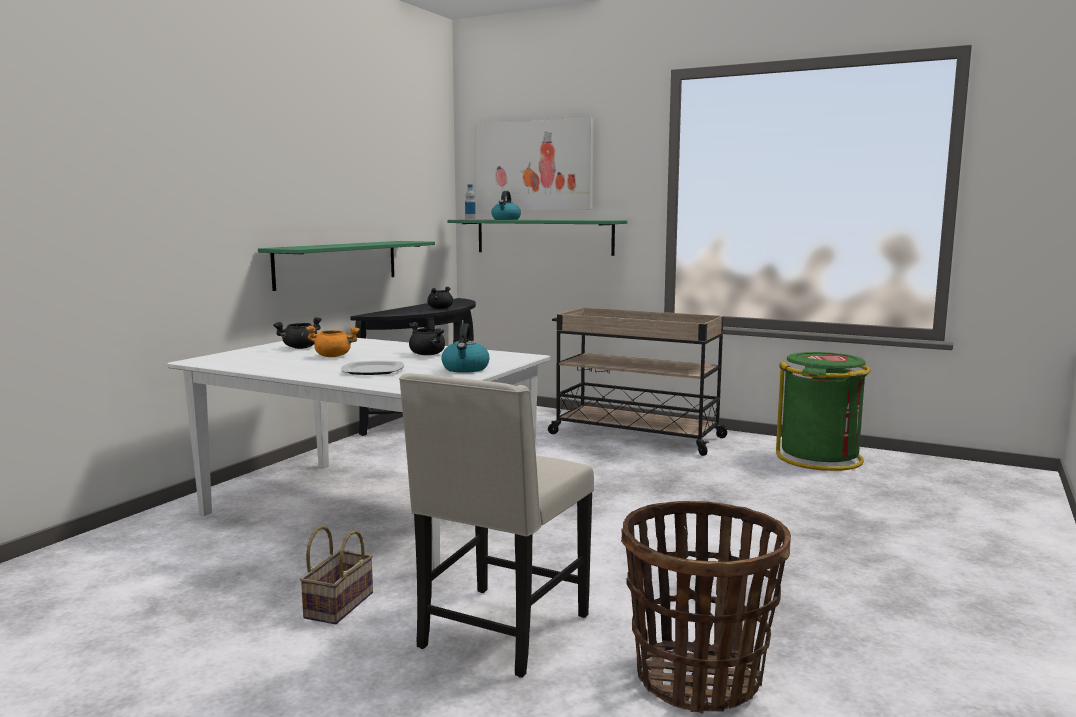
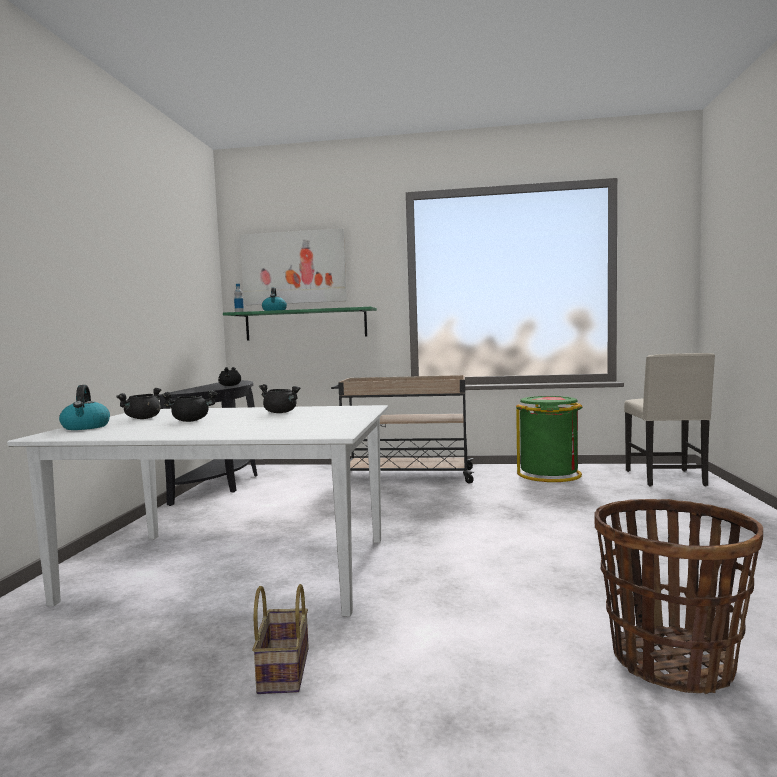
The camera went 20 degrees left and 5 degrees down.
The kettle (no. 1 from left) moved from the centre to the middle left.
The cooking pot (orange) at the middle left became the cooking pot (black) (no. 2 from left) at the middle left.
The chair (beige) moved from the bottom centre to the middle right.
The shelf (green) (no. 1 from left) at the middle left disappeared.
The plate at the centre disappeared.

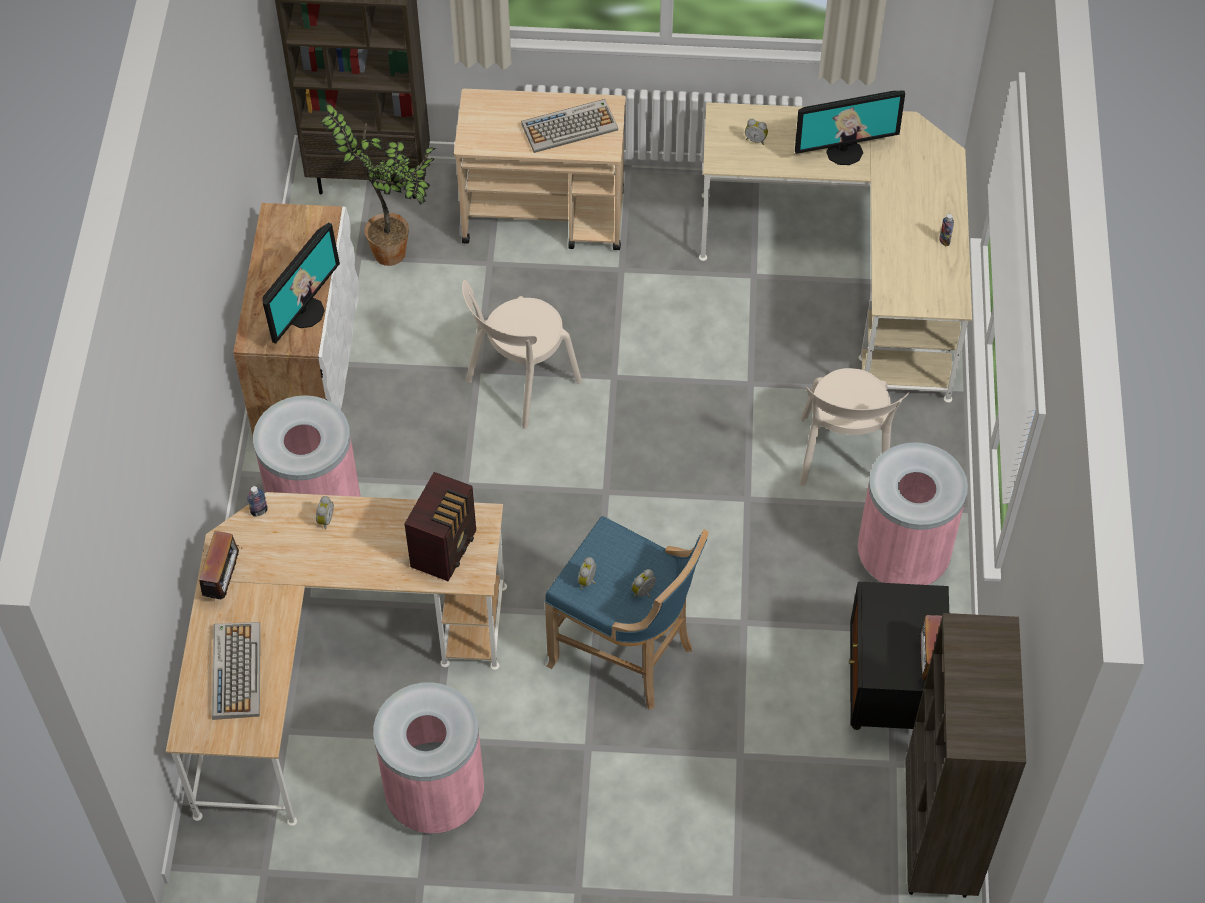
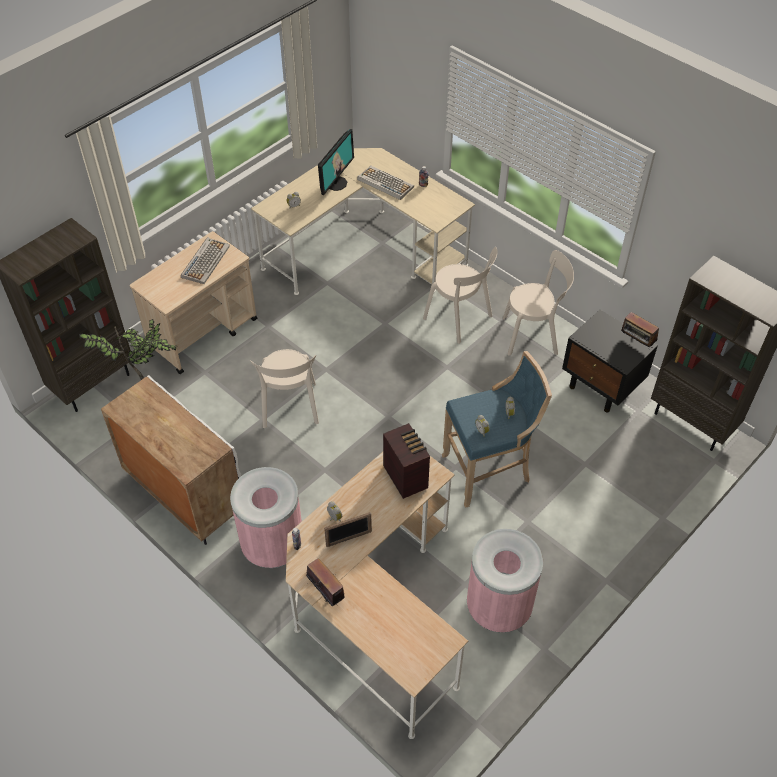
The camera went 50 degrees left and 5 degrees down.
The picture frame at the bottom centre appeared.
The keyboard (no. 1 from left in the first image) moved from the bottom left to the top centre.
The trash can (pink) (no. 3 from left) at the middle right was replaced by the chair (beige) (no. 3 from left) at the middle right.
The monitor (no. 1 from left) at the top left disappeared.

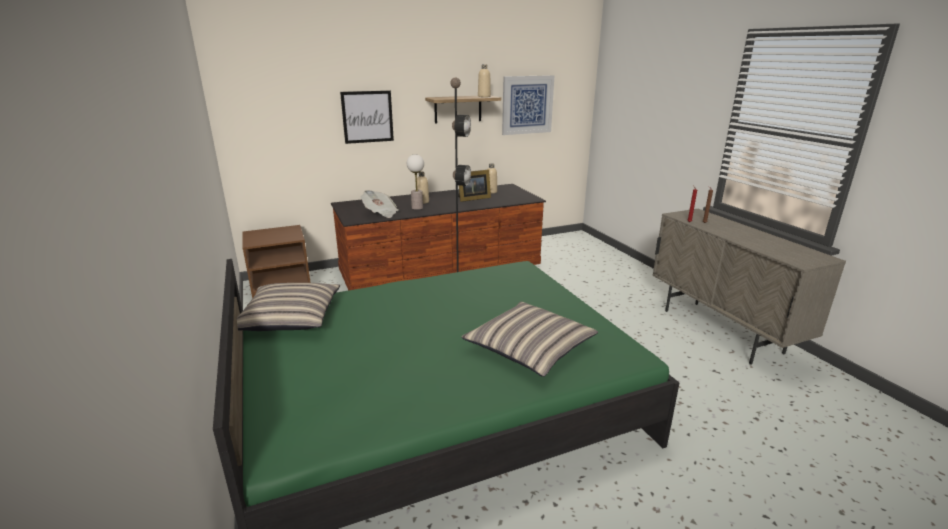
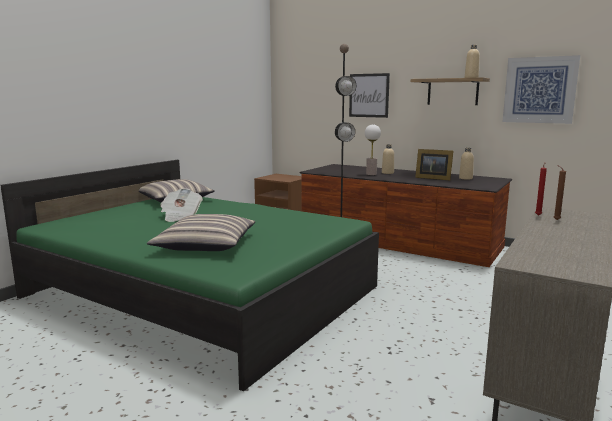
The camera went 55 degrees right and 10 degrees down.
The newspaper moved from the centre to the middle left.

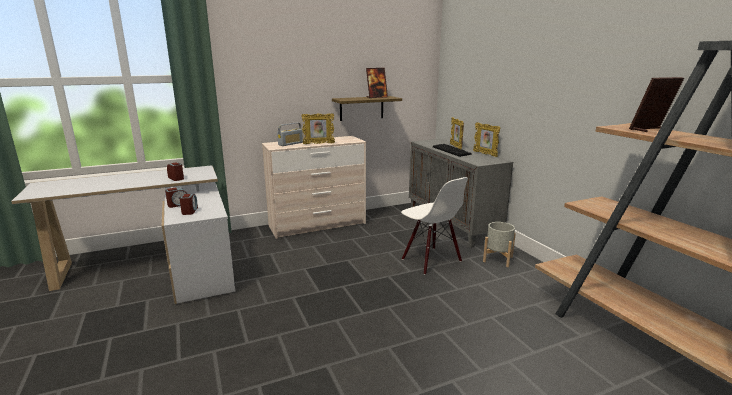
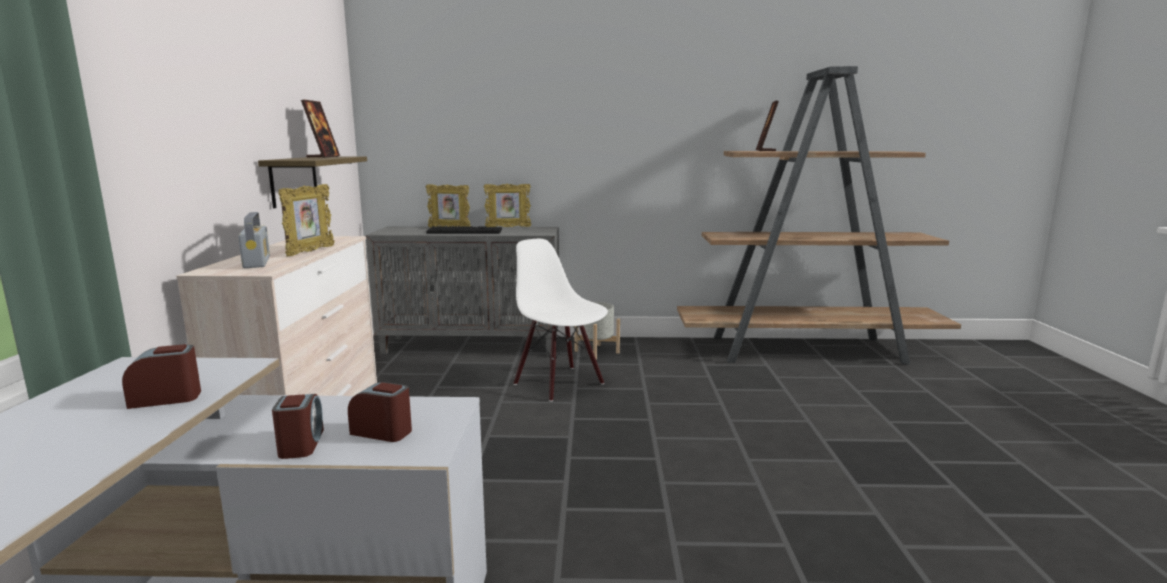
The camera went 65 degrees left and 5 degrees down.
The chair (white) at the centre turned 120 degrees counterclockwise.

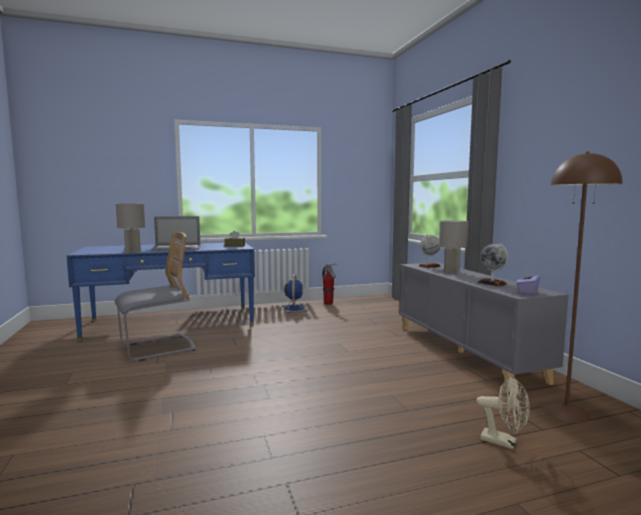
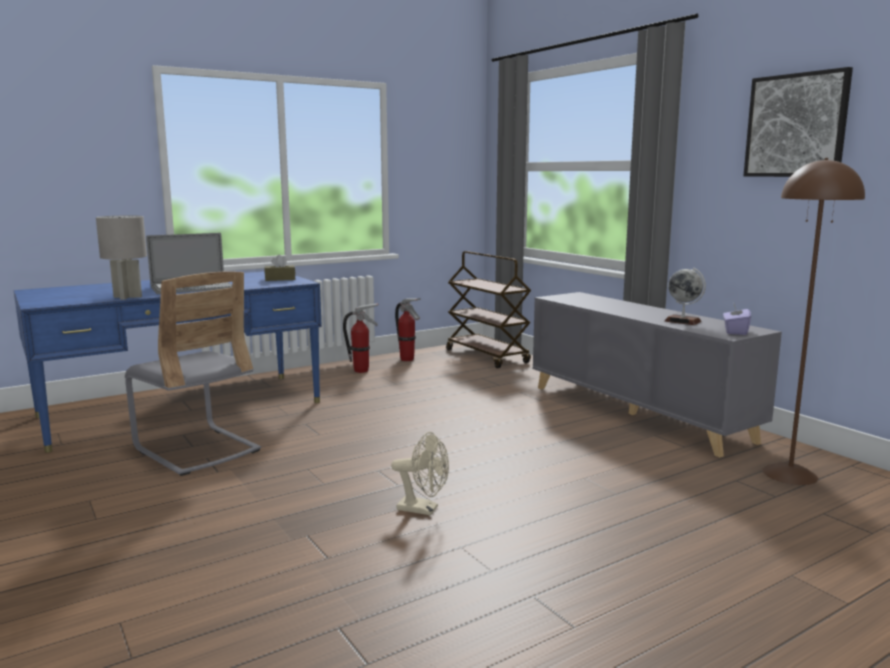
The camera went 15 degrees left and 5 degrees up.
The chair (grey) at the middle left turned 90 degrees clockwise.
The fan (blue) at the centre was replaced by the fire extinguisher (no. 1 from left) at the centre.
The fan (beige) moved from the bottom right to the bottom centre.
The cart (brown) at the centre appeared.
The picture at the top right appeared.
The globe (no. 1 from left) at the middle right disappeared.
The table lamp (grey) (no. 2 from left) at the middle right disappeared.

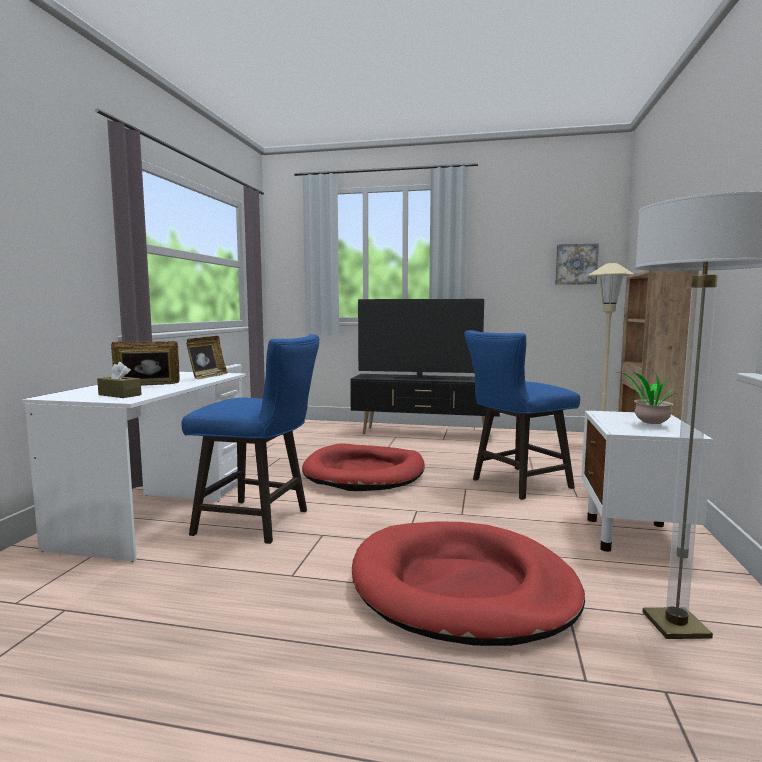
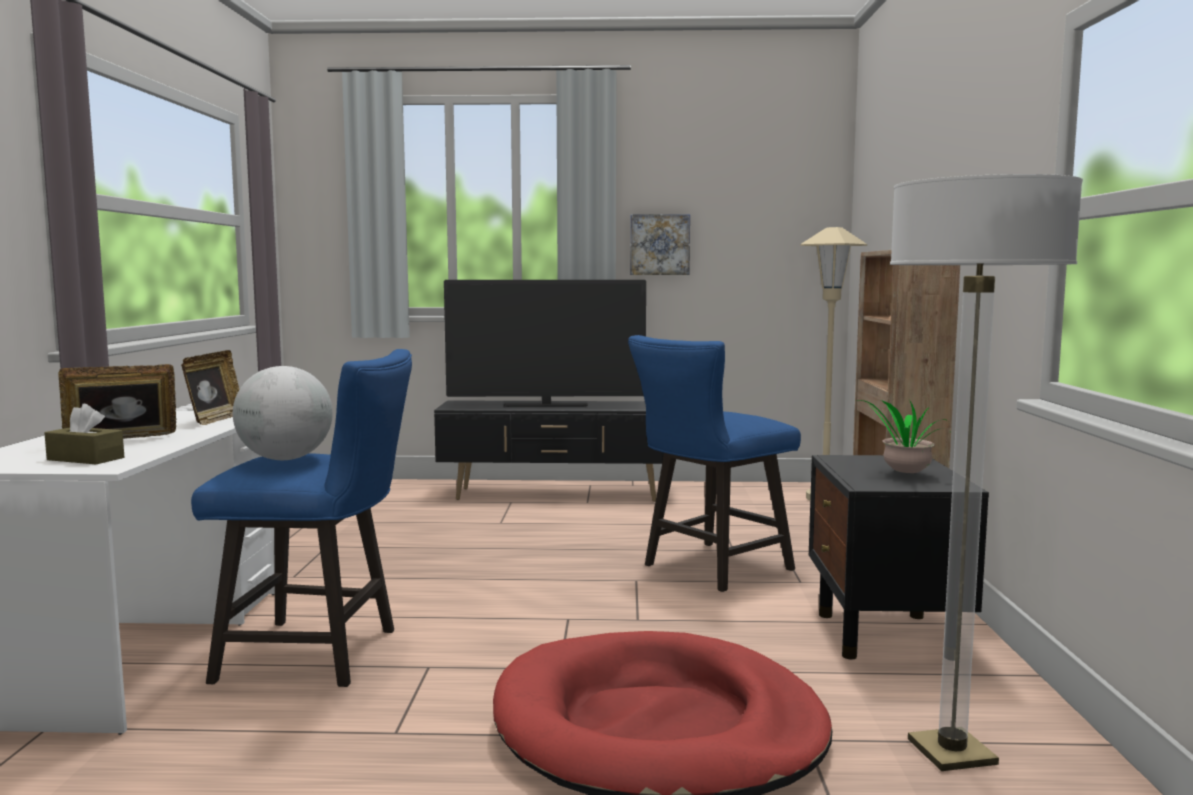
The camera went 10 degrees left and 0 degrees up.
The globe at the middle left appeared.
The picture moved from the middle right to the top centre.
The nightstand (white) at the middle right became the nightstand (black) at the bottom right.
The dog bed (red) (no. 1 from left) at the centre disappeared.

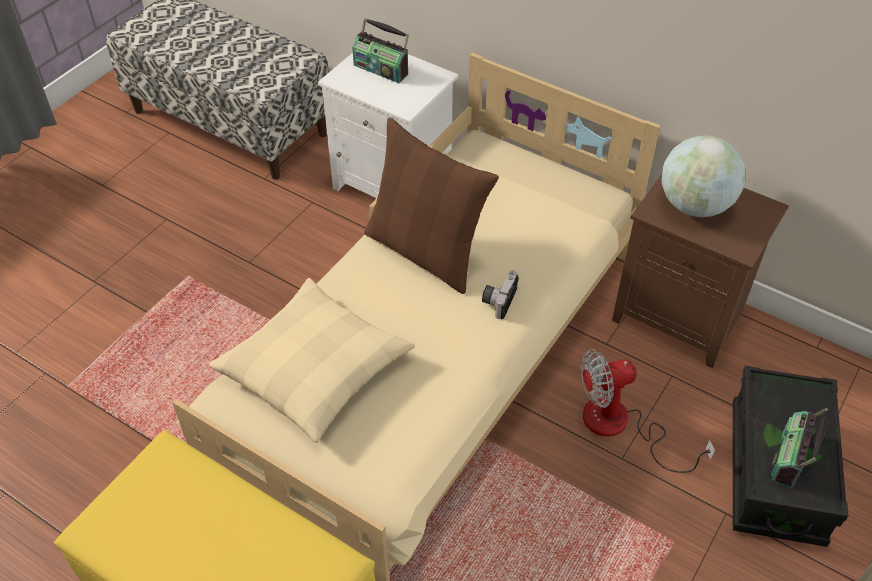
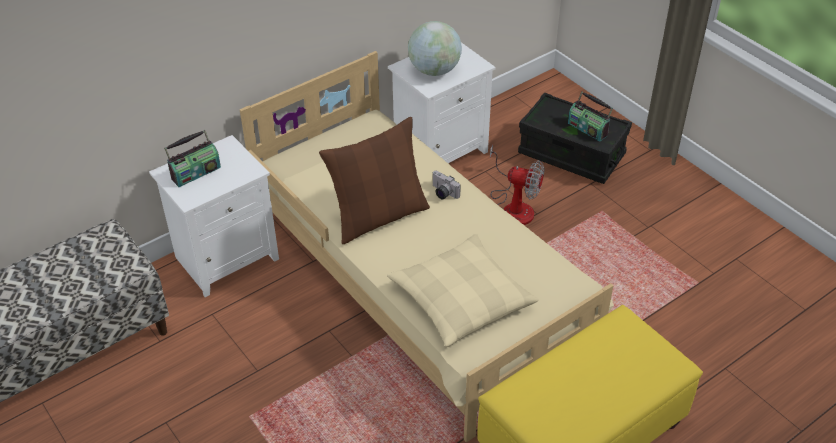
The camera went 70 degrees left and 5 degrees down.
The nightstand (brown) at the middle right became the nightstand (white) (no. 2 from left) at the top centre.
The fan at the bottom right turned 75 degrees counterclockwise.

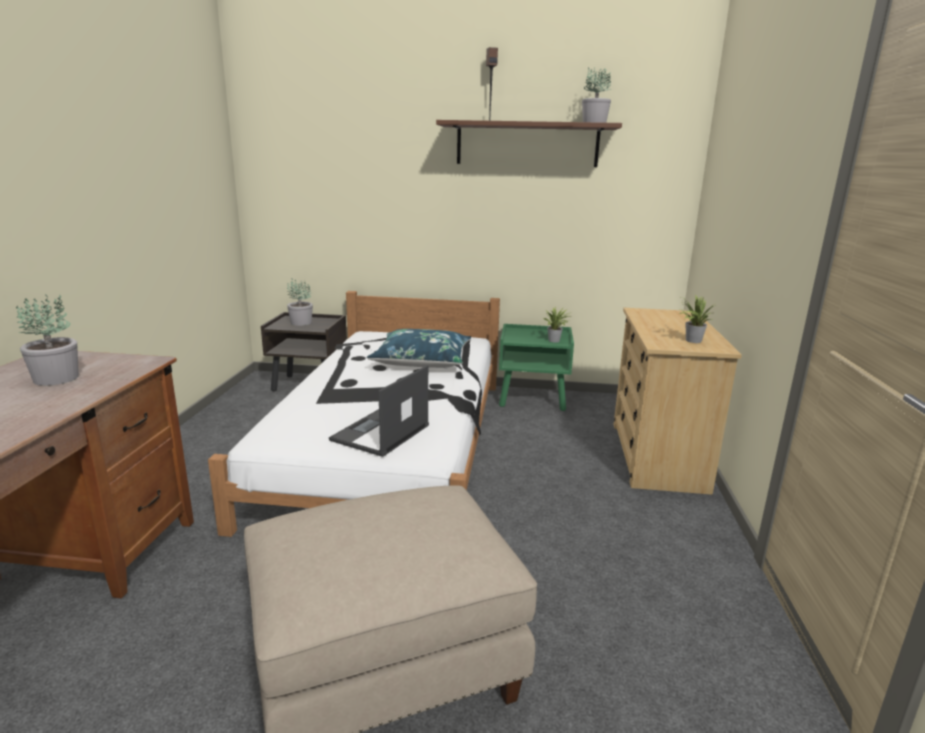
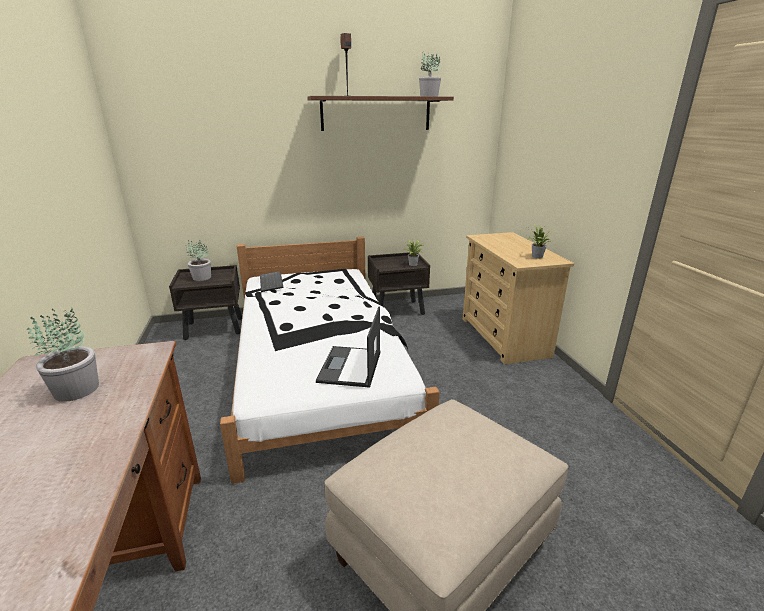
The camera went 20 degrees left and 5 degrees up.
The keyboard at the centre appeared.
The nightstand (green) at the centre became the nightstand (brown) (no. 2 from left) at the centre.
The pillow (blue) at the centre disappeared.

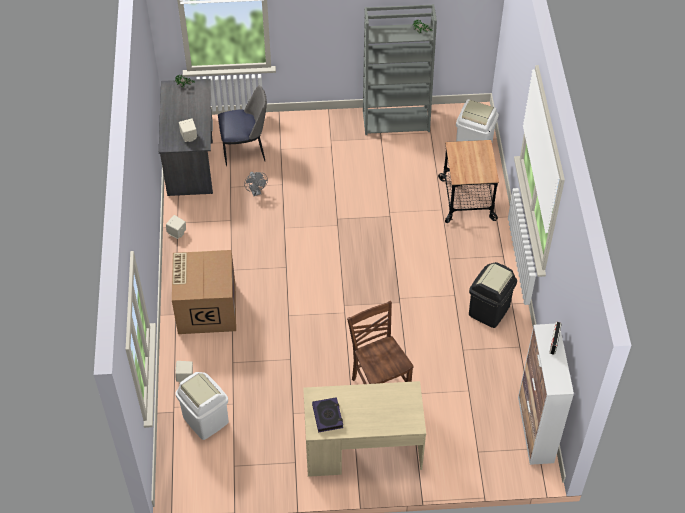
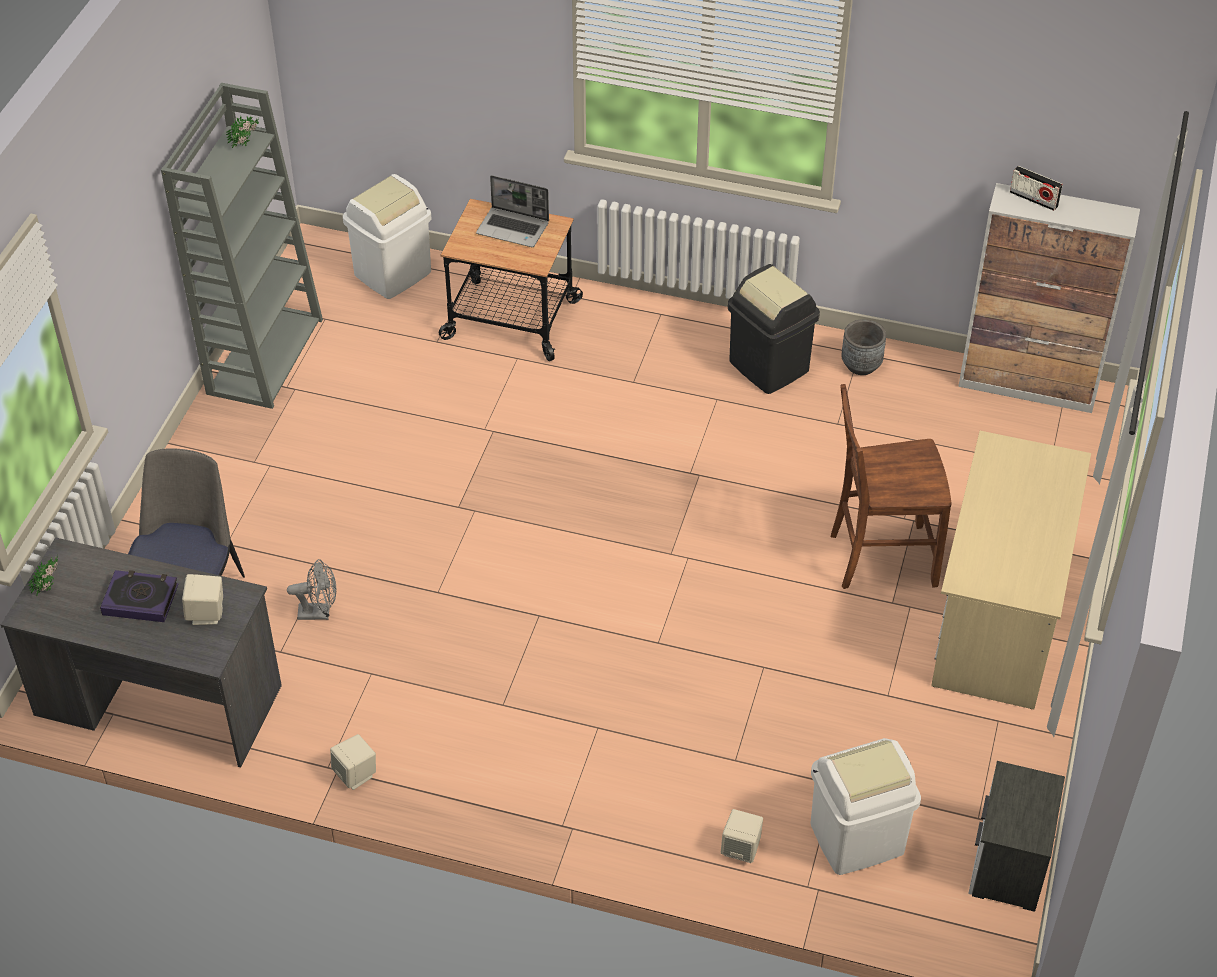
The camera went 70 degrees left and 5 degrees down.
The book moved from the bottom centre to the middle left.
The laptop at the top centre appeared.
The planter (grey) at the middle right appeared.
The nightstand at the bottom right appeared.
The cardboard box at the middle left disappeared.

